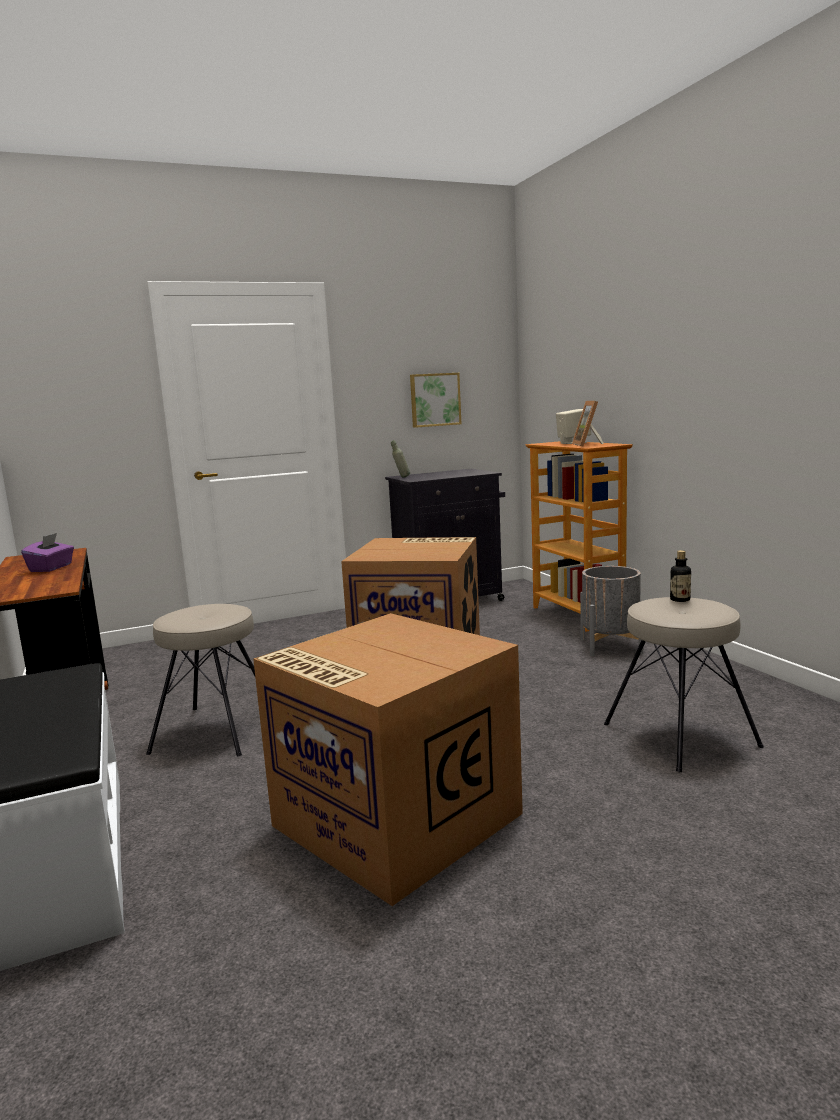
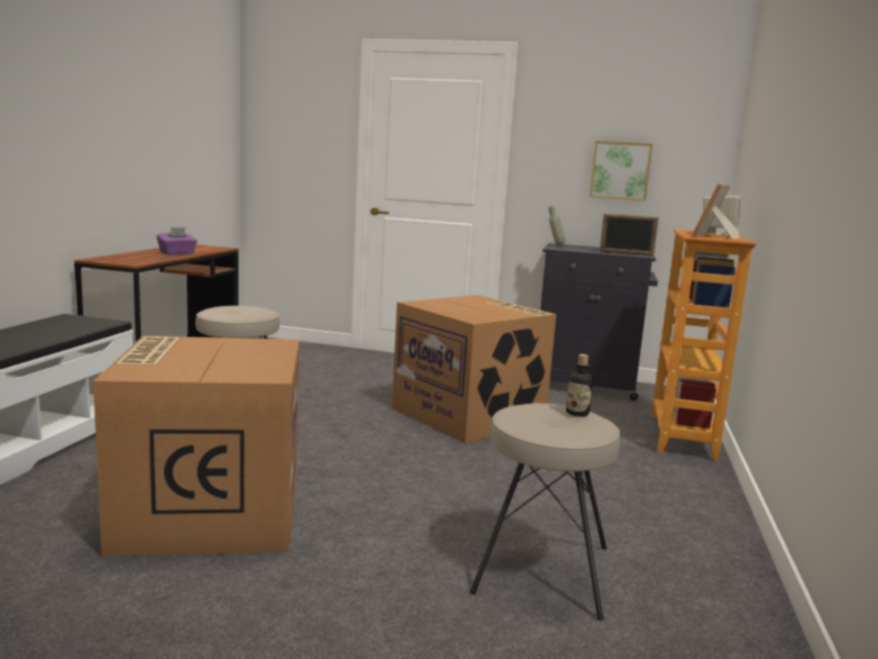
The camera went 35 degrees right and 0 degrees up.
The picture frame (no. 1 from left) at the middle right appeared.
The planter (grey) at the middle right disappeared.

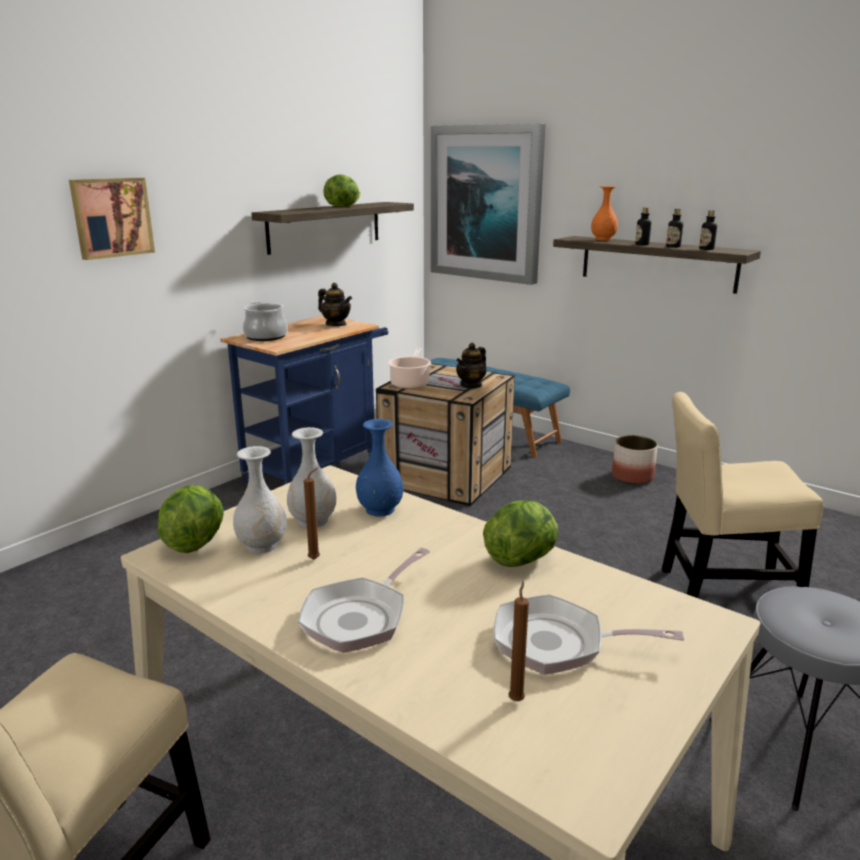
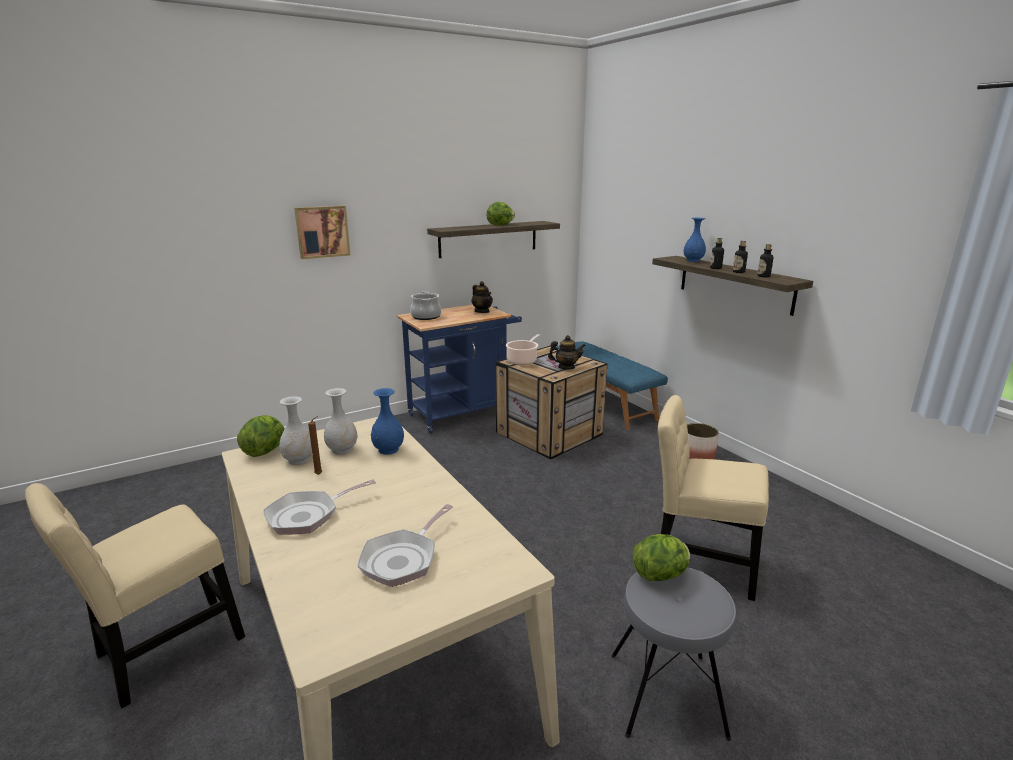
The camera went 20 degrees right and 0 degrees up.
The frying pan (no. 2 from left) at the bottom right turned 90 degrees counterclockwise.
The teapot (no. 2 from left) at the centre turned 150 degrees counterclockwise.
The lettuce (no. 3 from left) moved from the centre to the bottom centre.
The vase (orange) at the top right became the vase (blue) (no. 2 from left) at the top right.
The picture (no. 2 from left) at the top centre disappeared.
The candle (brown) (no. 2 from left) at the bottom centre disappeared.

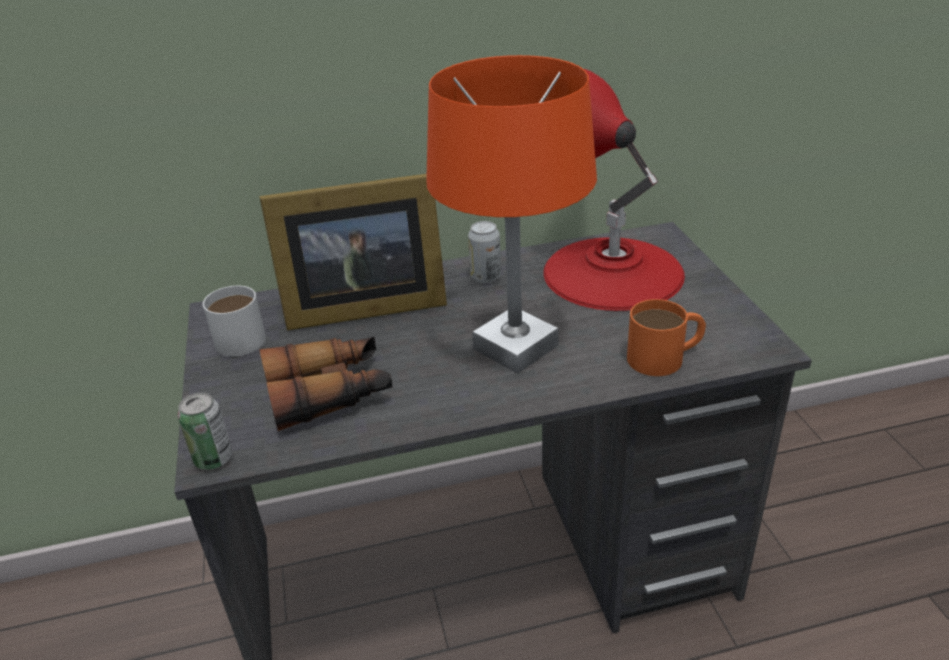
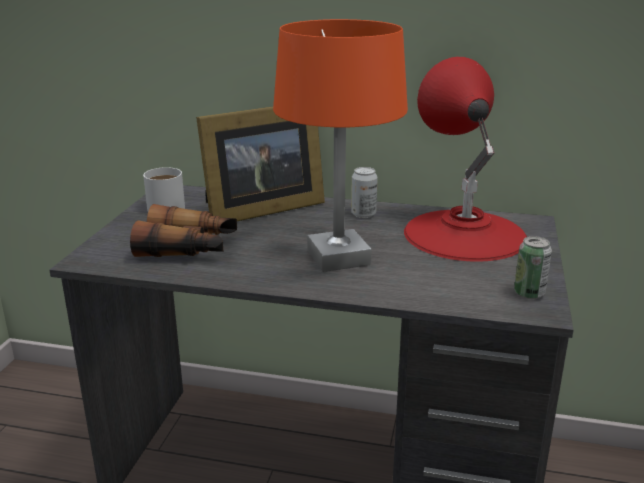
The camera went 25 degrees right and 10 degrees down.
The picture frame at the centre turned 45 degrees counterclockwise.
The can (no. 1 from left in the first image) moved from the middle left to the middle right.
The mug (orange) at the middle right disappeared.

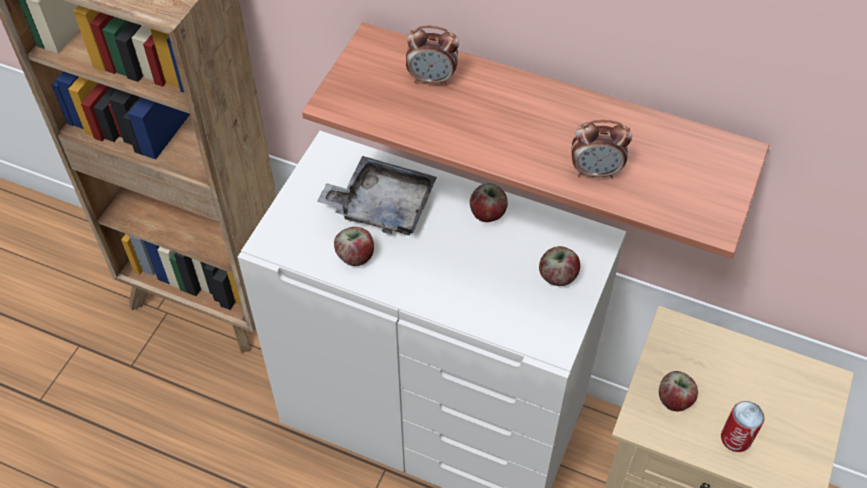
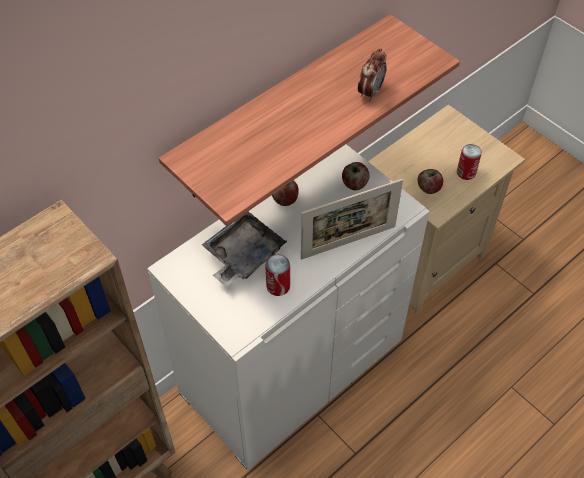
The camera went 65 degrees left and 0 degrees up.
The apple (no. 1 from left) at the centre was replaced by the can (no. 1 from left) at the centre.
The picture frame at the centre appeared.
The alarm clock (no. 1 from left) at the top centre disappeared.

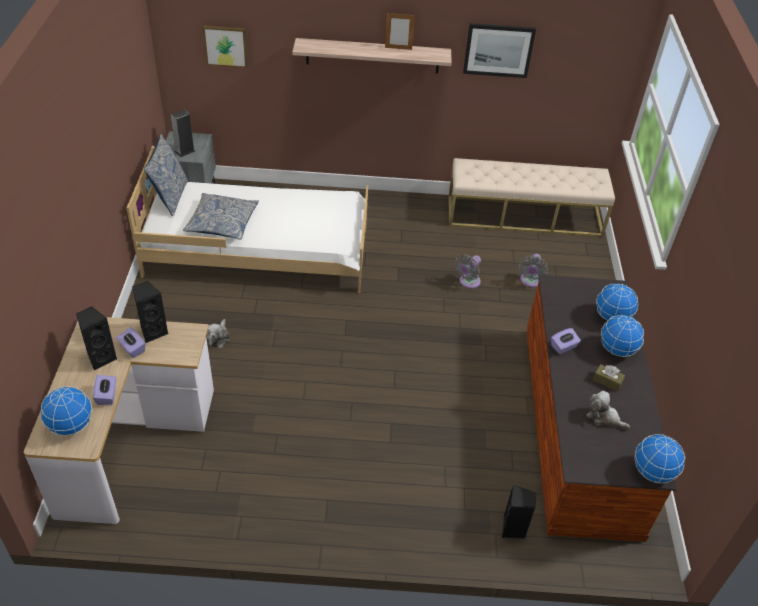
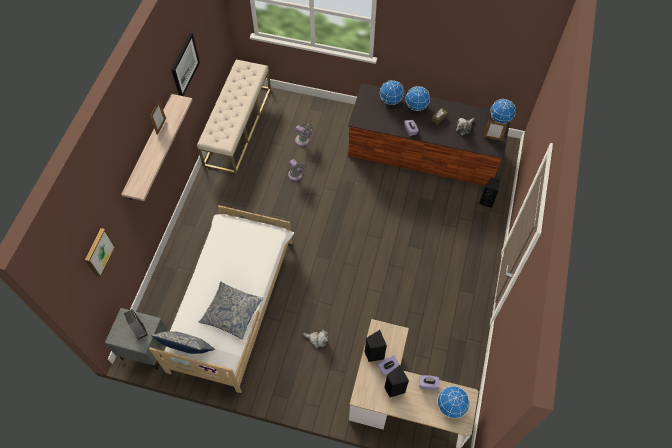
The camera went 75 degrees left and 15 degrees up.
The picture frame (no. 2 from left) at the top right appeared.

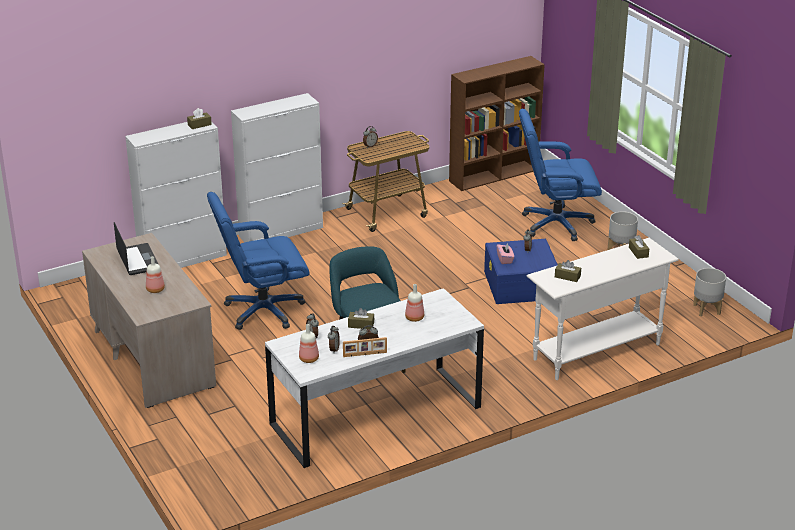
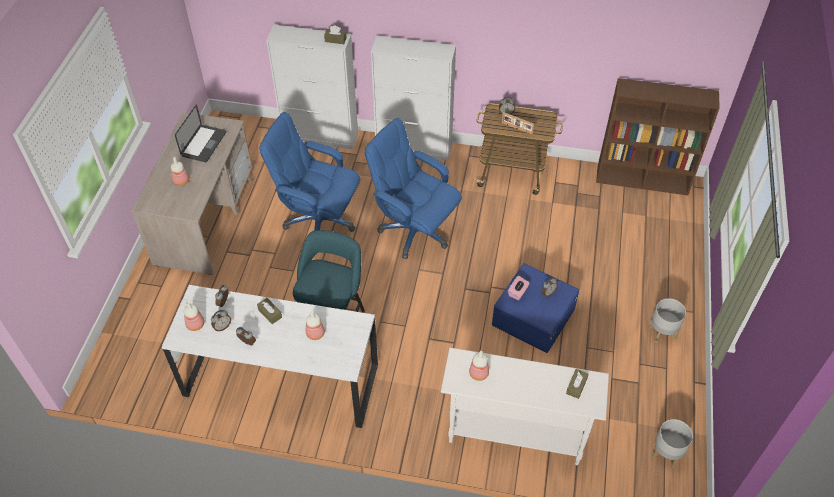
The camera went 40 degrees right and 20 degrees up.
The office chair (blue) (no. 2 from left) moved from the top right to the centre.
The tissue box (brown) (no. 3 from left) at the middle right was replaced by the bottle (no. 4 from left) at the bottom centre.
The picture frame moved from the centre to the top centre.

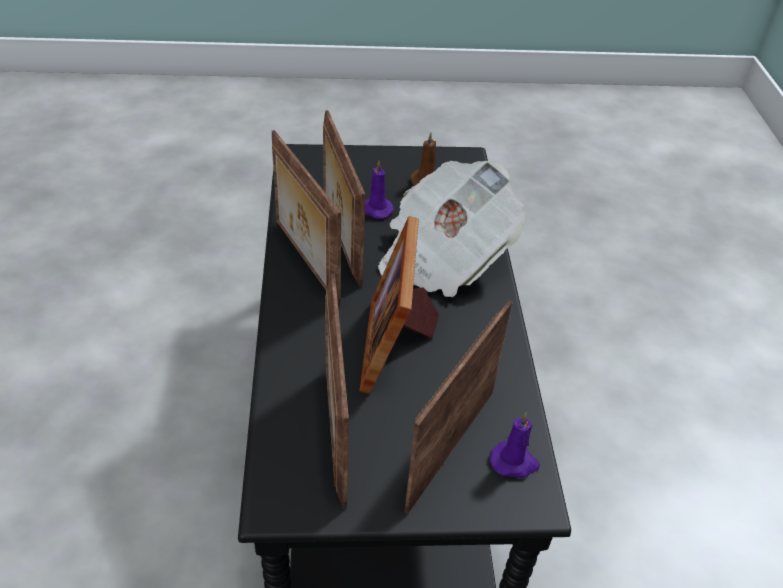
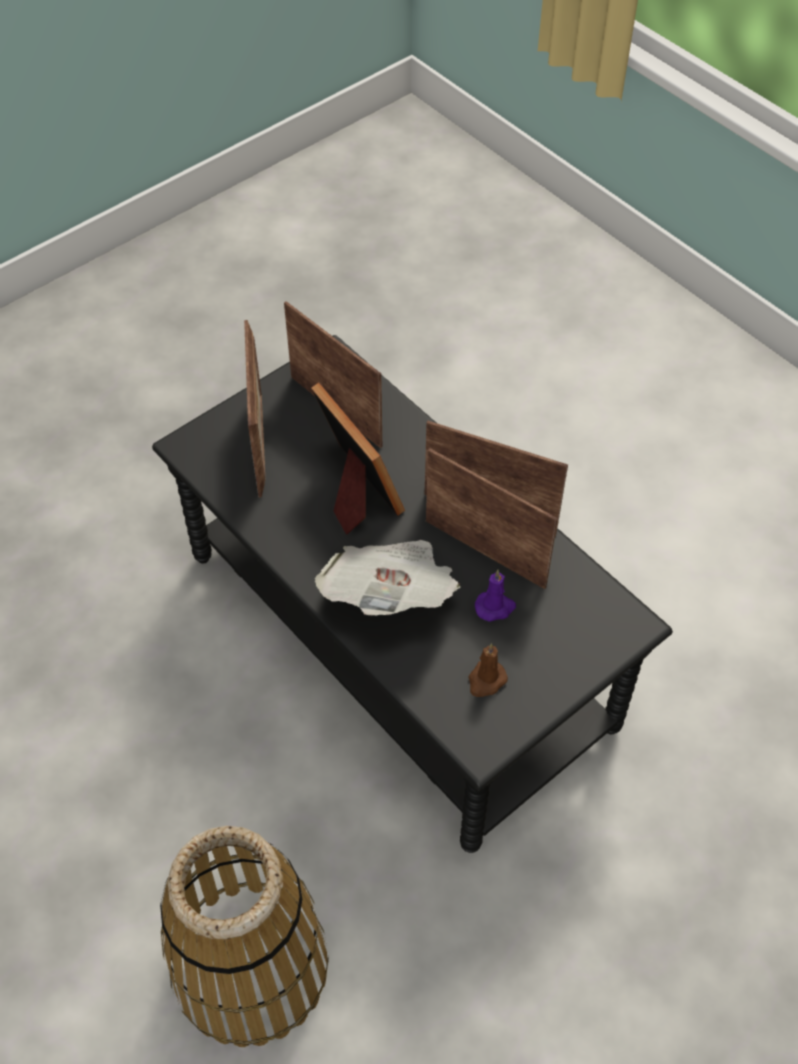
The camera went 145 degrees right and 10 degrees up.
The basket at the bottom left appeared.
The candle (purple) (no. 2 from left) at the bottom centre disappeared.

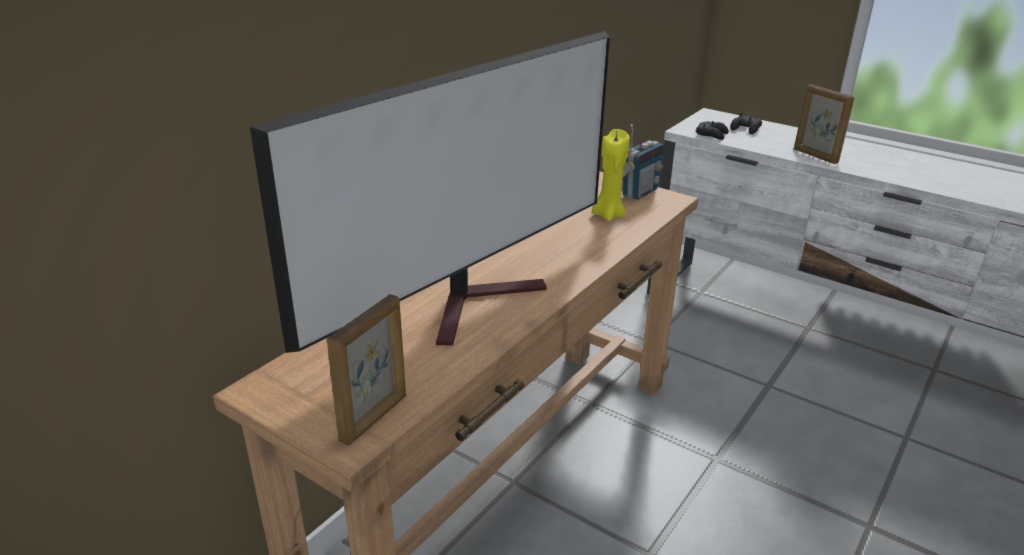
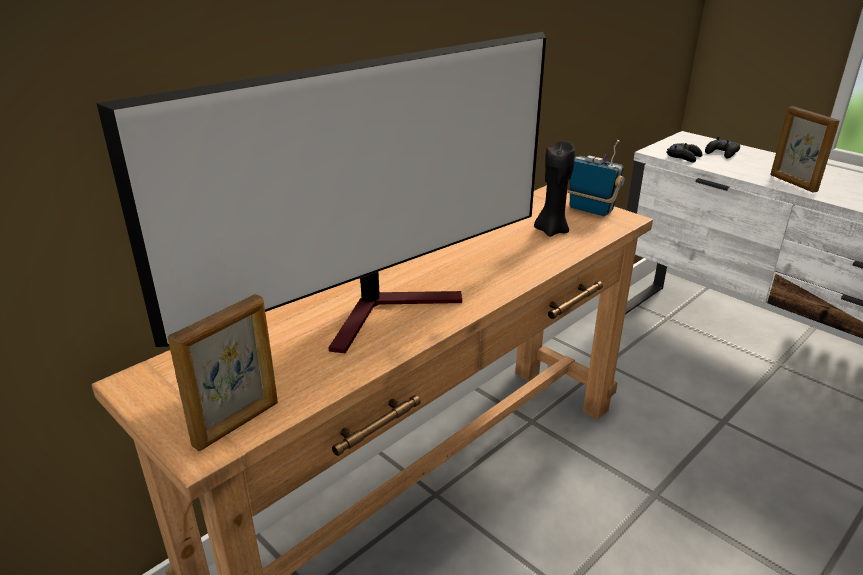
The camera went 10 degrees right and 0 degrees up.
The candle (yellow) at the top centre became the candle (black) at the top centre.
The radio at the top centre turned 105 degrees counterclockwise.

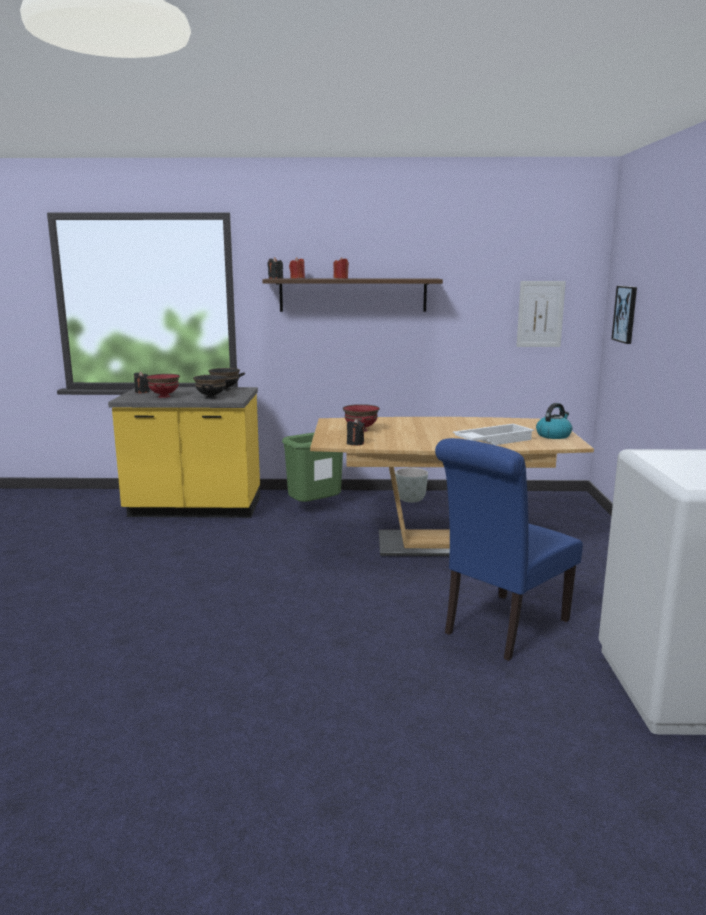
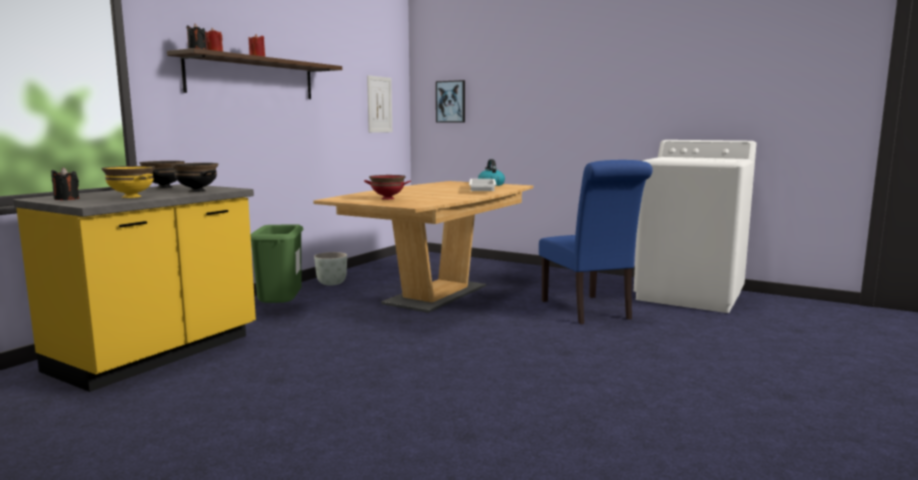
The camera went 60 degrees left and 5 degrees down.
The bowl (red) (no. 1 from left) at the middle left became the bowl (yellow) at the middle left.
The candle (black) (no. 3 from left) at the centre disappeared.

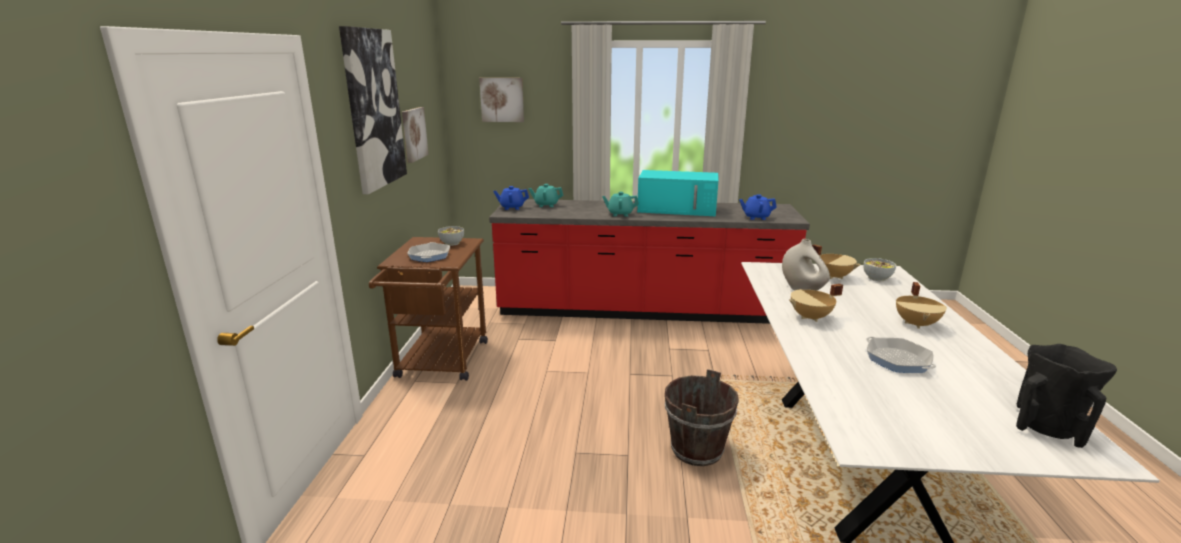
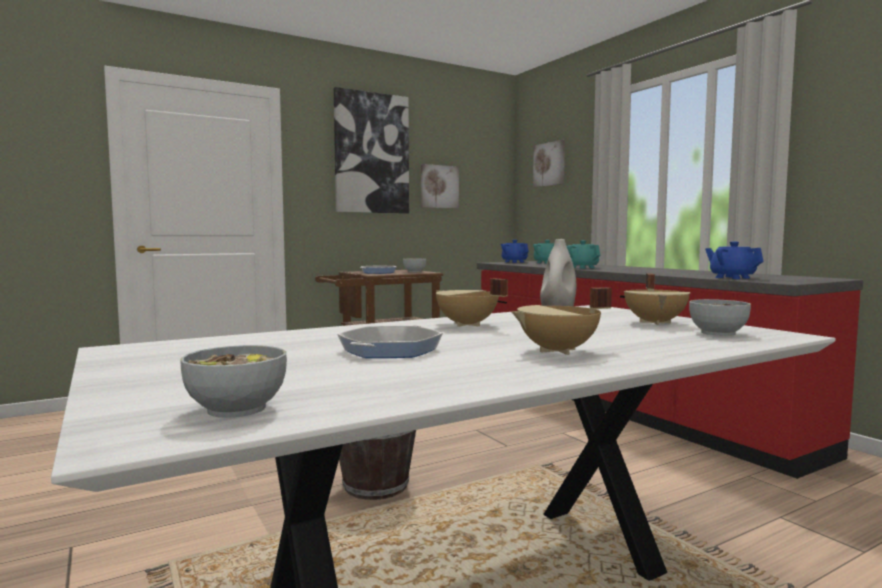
The camera went 55 degrees right and 15 degrees down.
The vase (black) at the bottom right was replaced by the bowl (no. 1 from left) at the middle left.
The microwave (turquoise) at the centre disappeared.

